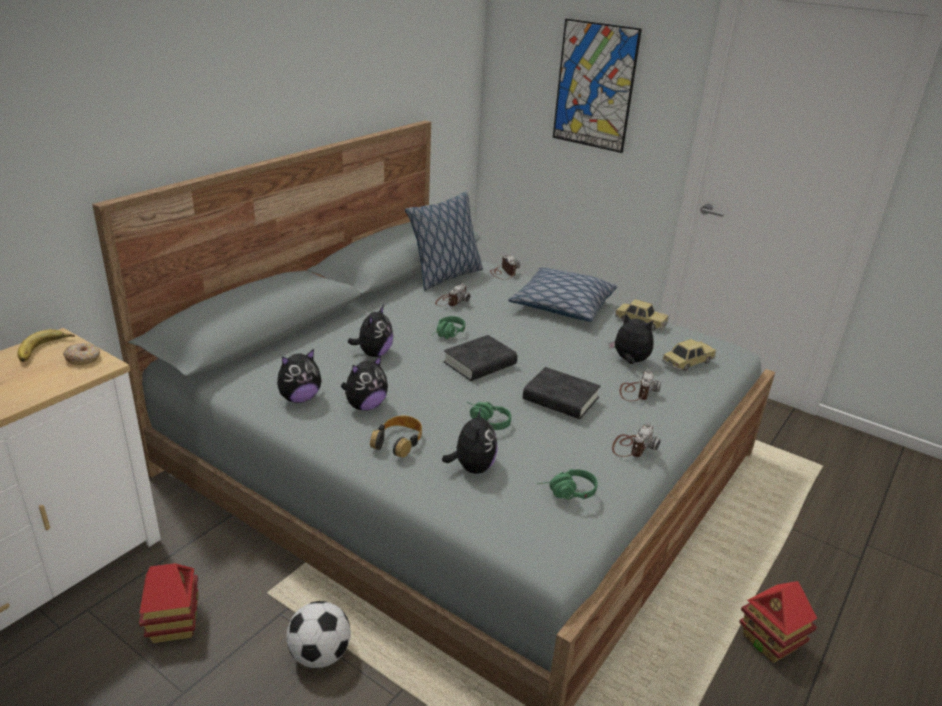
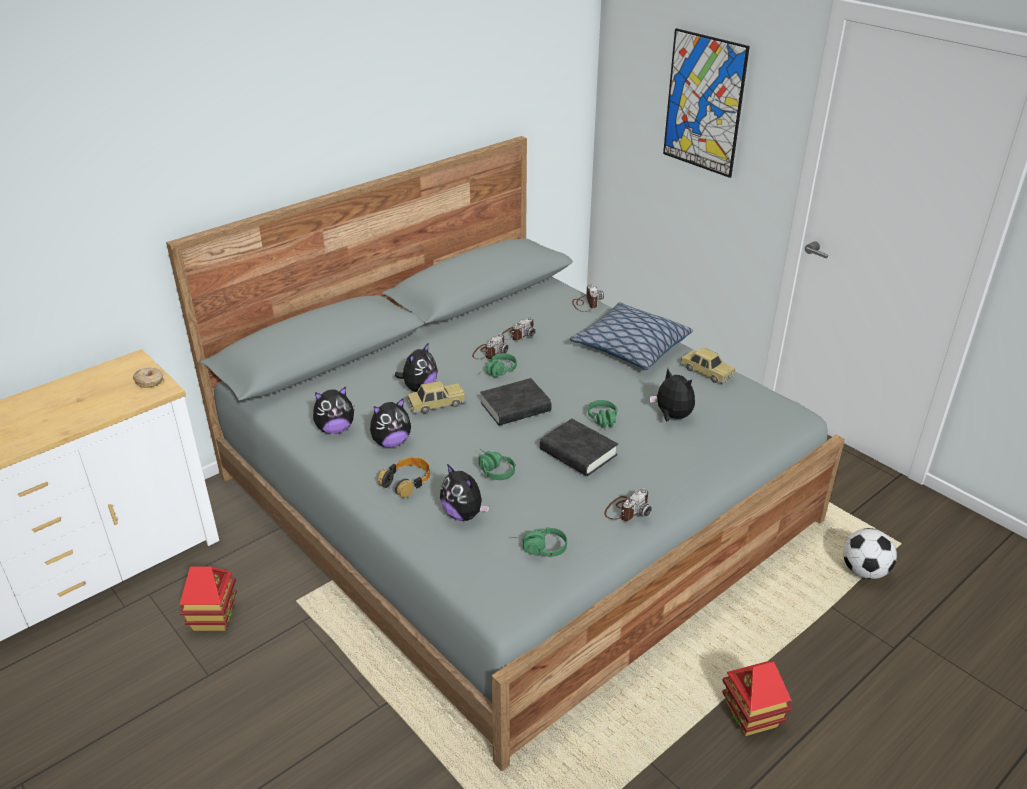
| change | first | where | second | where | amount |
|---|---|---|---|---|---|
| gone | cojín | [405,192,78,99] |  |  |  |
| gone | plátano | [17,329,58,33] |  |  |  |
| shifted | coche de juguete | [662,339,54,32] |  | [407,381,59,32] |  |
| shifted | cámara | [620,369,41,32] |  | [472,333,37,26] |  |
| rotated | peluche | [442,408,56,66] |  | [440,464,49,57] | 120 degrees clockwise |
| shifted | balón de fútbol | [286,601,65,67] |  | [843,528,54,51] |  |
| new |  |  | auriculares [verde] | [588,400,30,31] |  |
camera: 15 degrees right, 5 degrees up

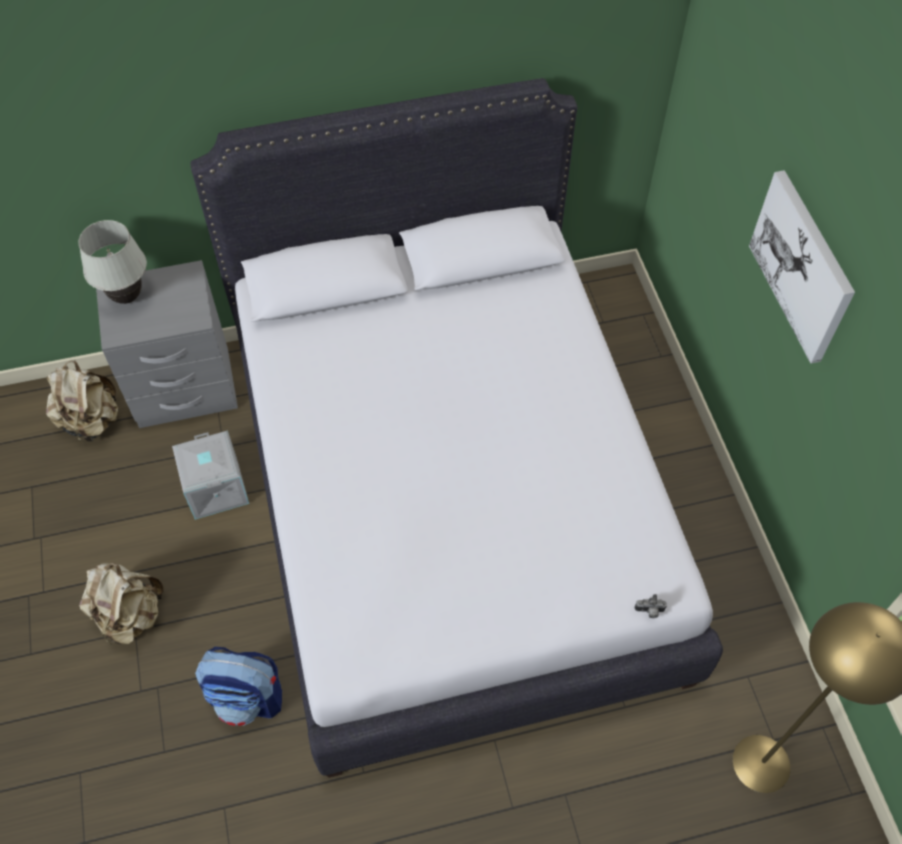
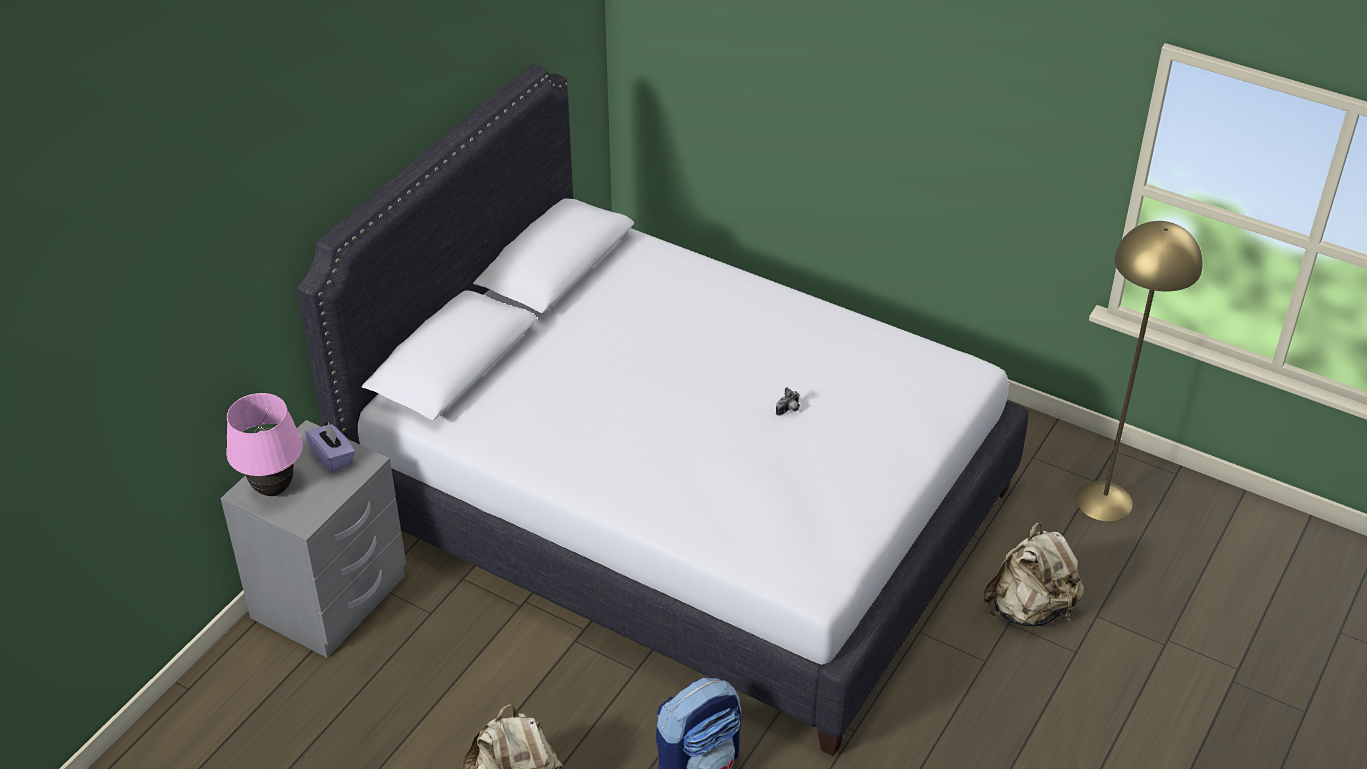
| change | first | where | second | where | amount |
|---|---|---|---|---|---|
| gone | cuadro | [749,170,106,194] |  |  |  |
| repainted | lámpara de mesa [blanco] | [78,220,69,84] | lámpara de mesa [rosa] | [226,393,77,103] |  |
| shifted | mochila [beis] | [46,361,72,82] |  | [983,522,101,104] |  |
| gone | caja de almacenaje [gris] | [172,430,77,90] |  |  |  |
| shifted | cámara | [635,594,32,24] |  | [776,387,24,29] |  |
| new |  |  | caja de pañuelos [morado] | [305,422,50,51] |  |
camera: 45 degrees left, 15 degrees down

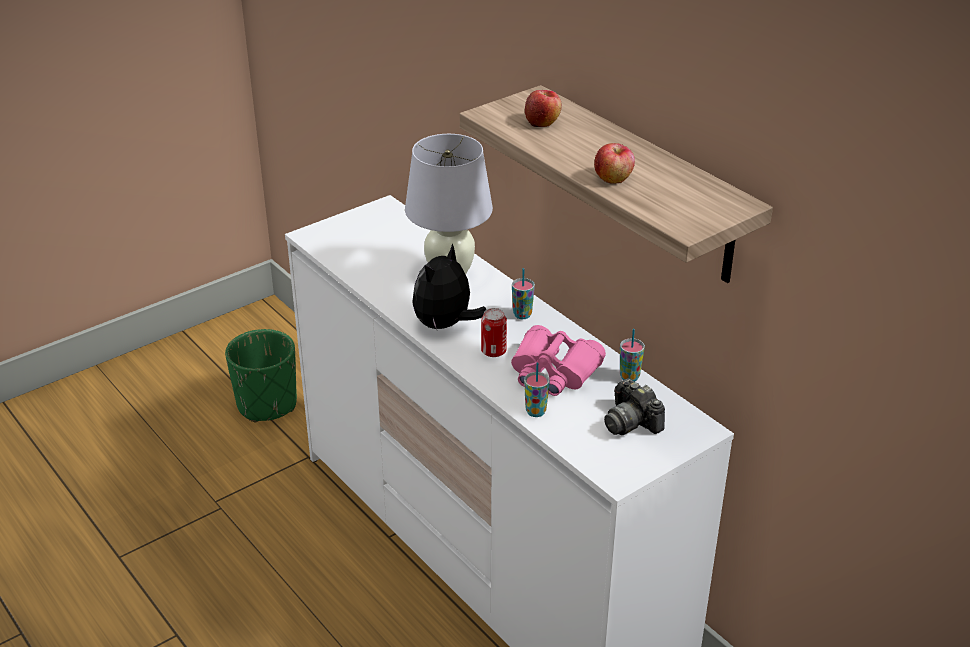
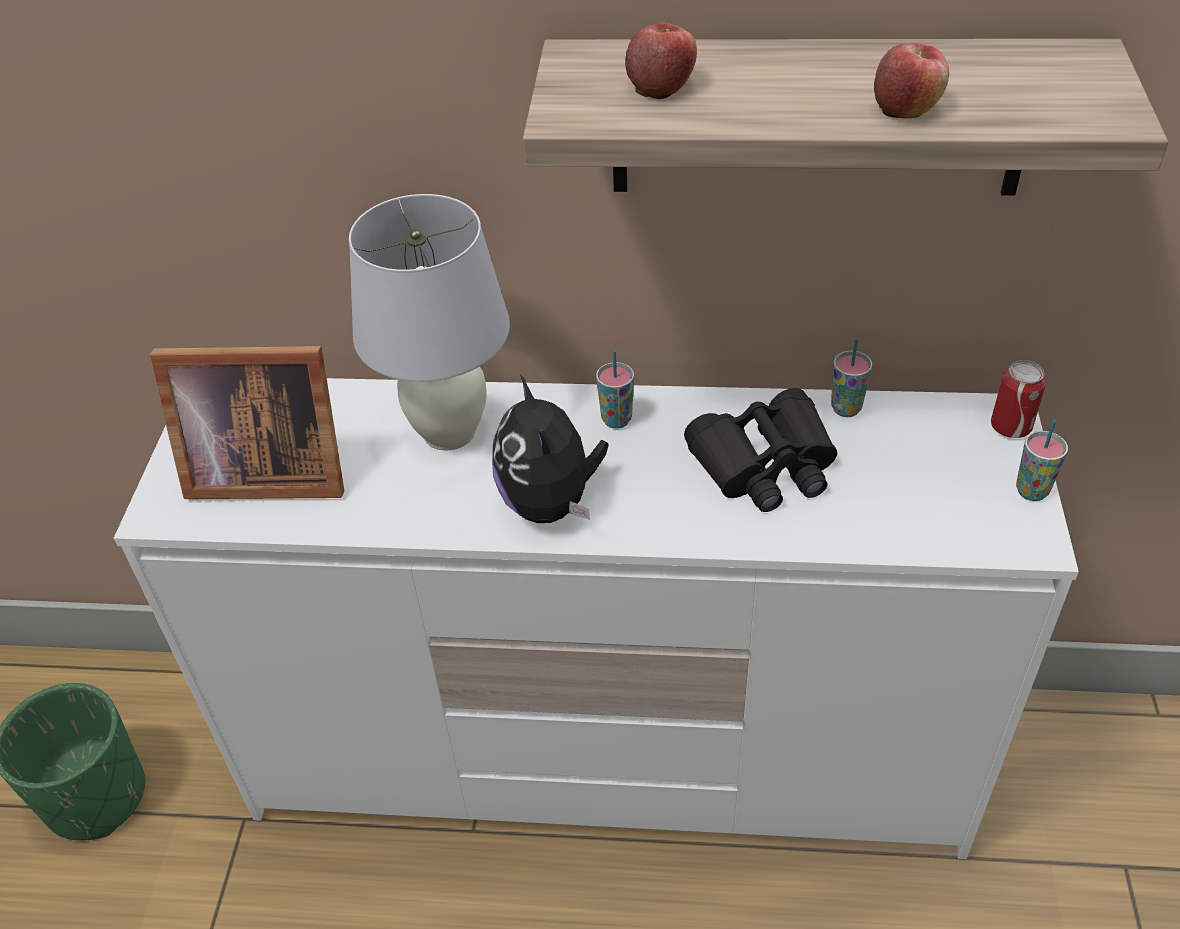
| change | first | where | second | where | amount |
|---|---|---|---|---|---|
| shifted | lata | [481,308,26,49] |  | [991,360,55,78] |  |
| repainted | prismáticos [rosa] | [511,325,95,71] | prismáticos [negro] | [684,388,153,124] |  |
| shifted | taza | [524,363,26,54] |  | [1016,420,52,81] |  |
| gone | cámara | [604,378,61,57] |  |  |  |
| new |  |  | portarretratos | [149,346,195,153] |  |
camera: 45 degrees left, 10 degrees up

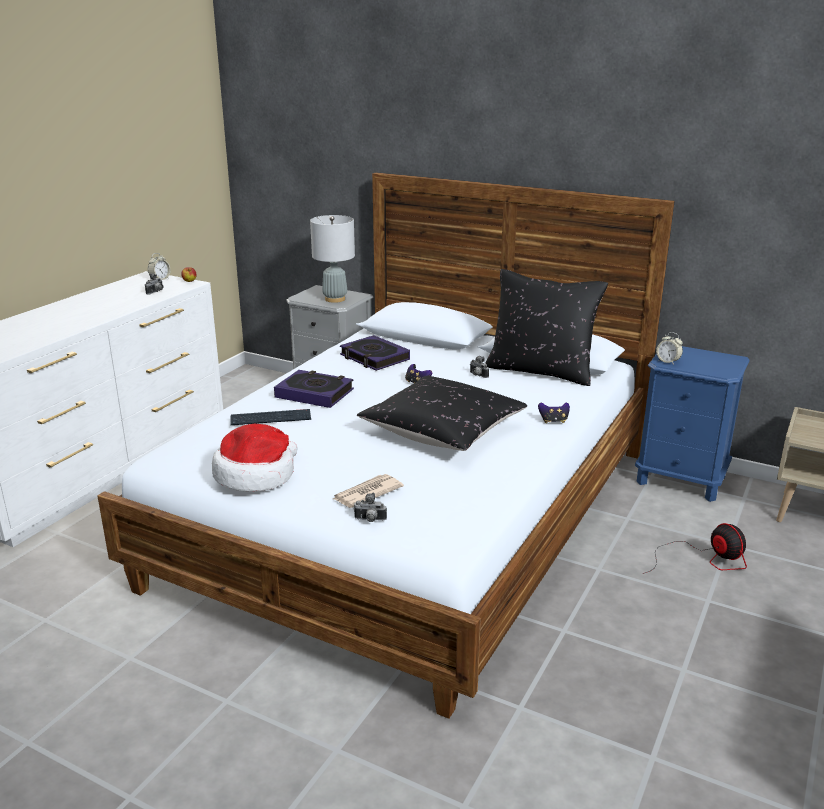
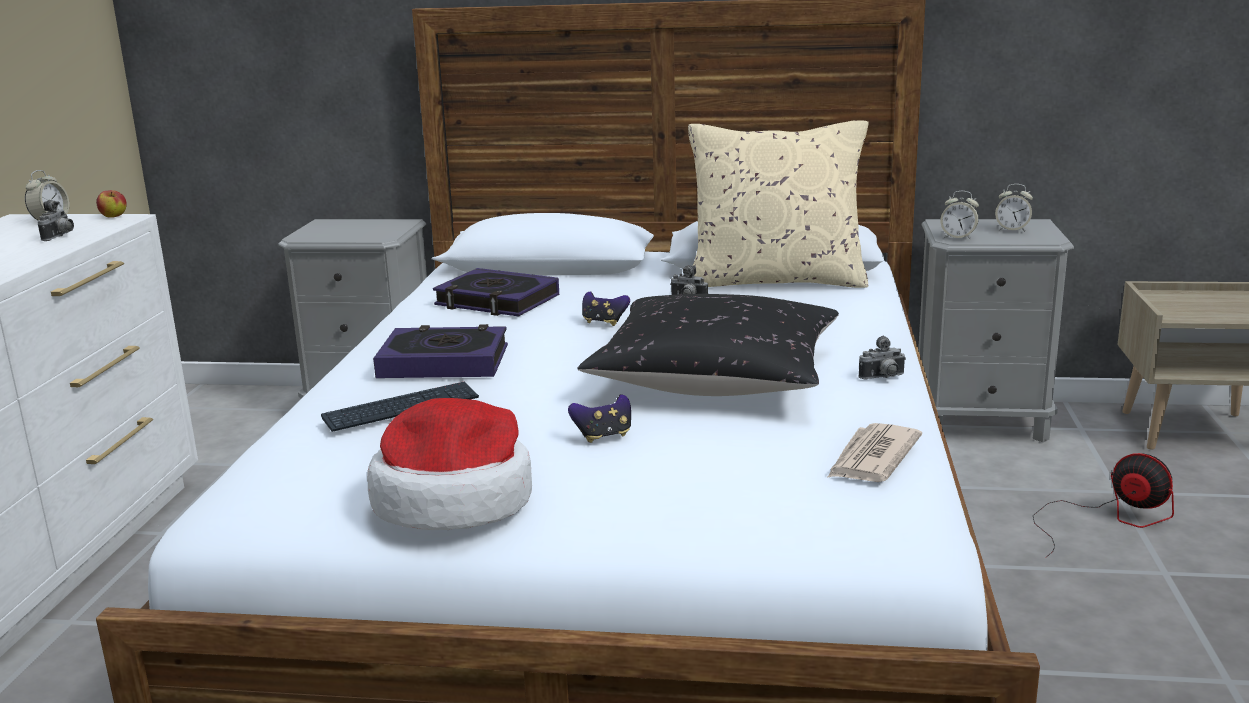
| change | first | where | second | where | amount |
|---|---|---|---|---|---|
| gone | lámpara de mesa [gris] | [310,215,45,88] |  |  |  |
| repainted | cojín [negro] | [485,269,123,117] | cojín [beis] | [688,120,180,168] |  |
| repainted | mesita de noche [azul] | [635,346,115,156] | mesita de noche [gris] | [918,219,156,223] |  |
| shifted | mando de consola | [538,402,32,21] |  | [568,394,63,49] |  |
| shifted | periódico | [333,474,71,34] |  | [827,423,95,59] |  |
| shifted | cámara | [354,493,33,29] |  | [858,336,48,44] |  |
| new |  |  | despertador | [995,184,38,47] |  |
camera: 20 degrees left, 5 degrees down

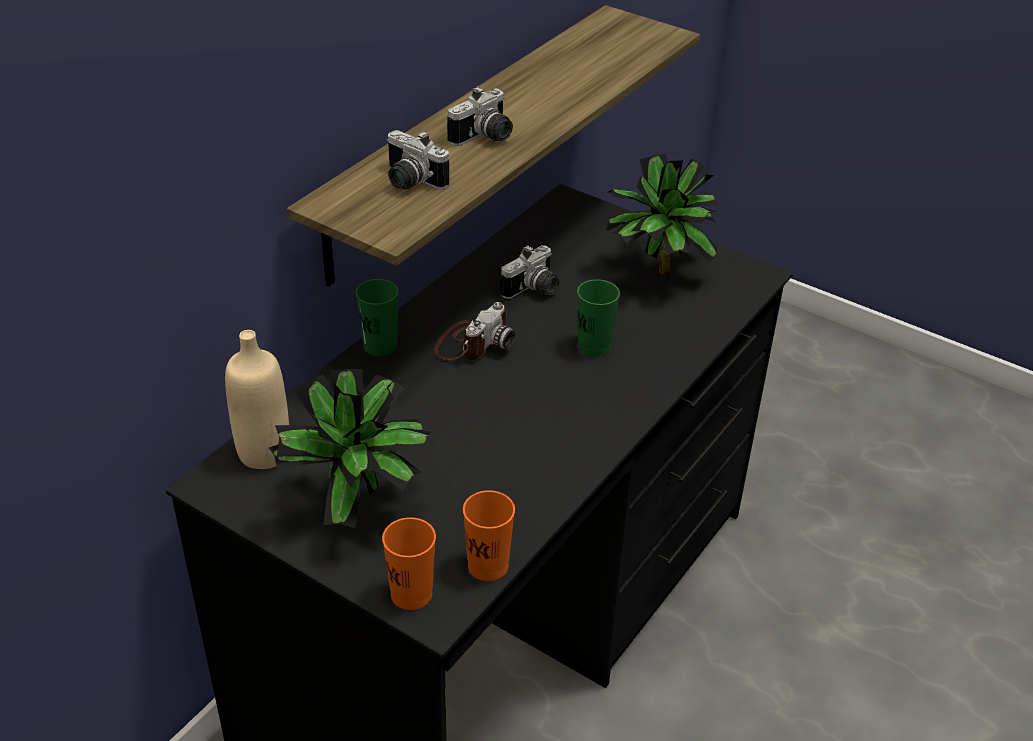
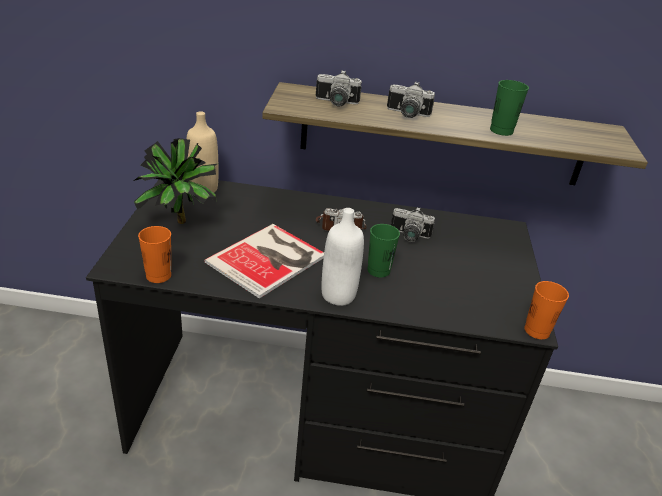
| change | first | where | second | where | amount |
|---|---|---|---|---|---|
| rotated | cámara | [386,130,63,60] |  | [316,70,46,36] | 90 degrees counterclockwise |
| gone | planta en maceta | [605,153,114,122] |  |  |  |
| shifted | taza [verde] | [355,279,44,77] |  | [490,80,39,56] |  |
| shifted | taza [naranja] | [382,517,54,93] |  | [524,281,45,58] |  |
| new |  |  | botella [blanco] | [321,208,43,98] |  |
| new |  |  | libro | [204,224,120,75] |  |
camera: 60 degrees right, 5 degrees down

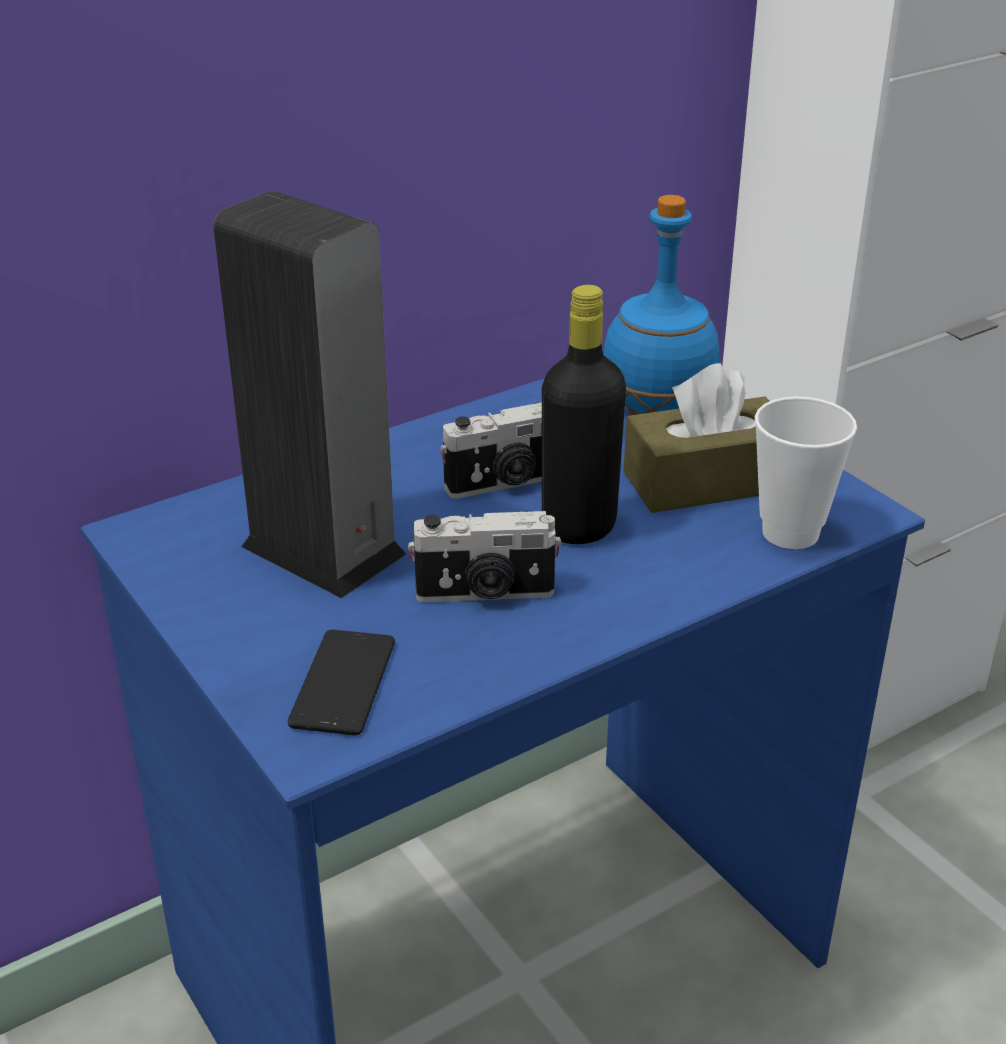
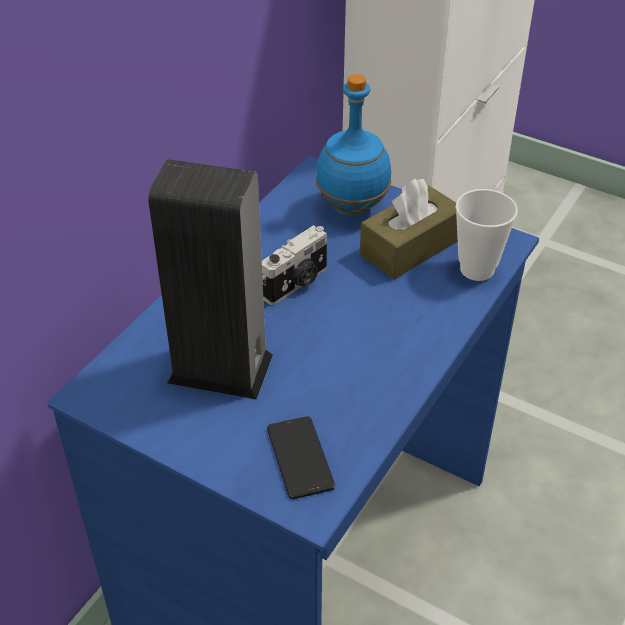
| change | first | where | second | where | amount |
|---|---|---|---|---|---|
| gone | botella [negro] | [542,285,84,259] |  |  |  |
| gone | cámara | [408,511,153,91] |  |  |  |
camera: 25 degrees left, 10 degrees up

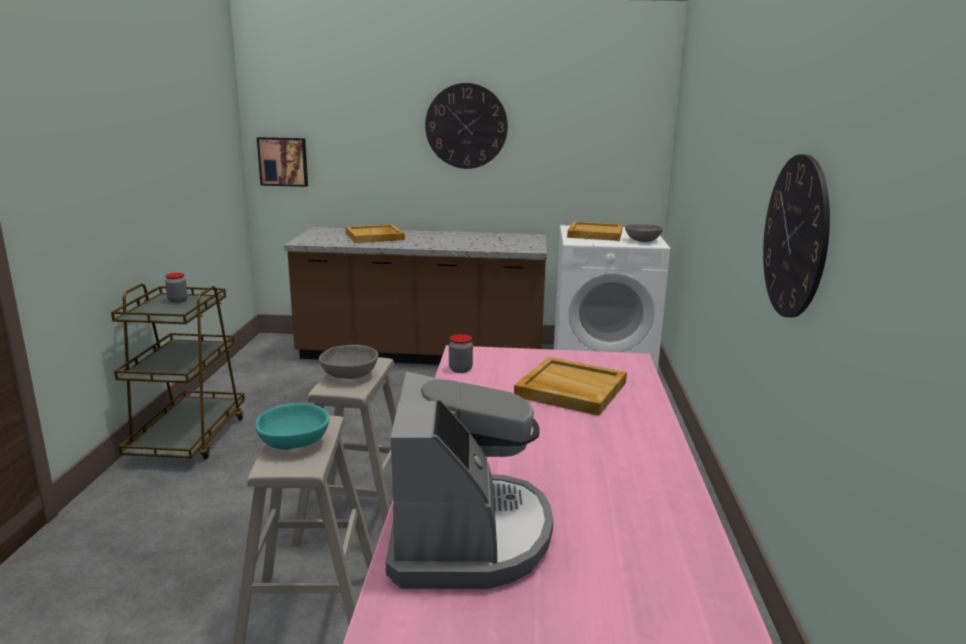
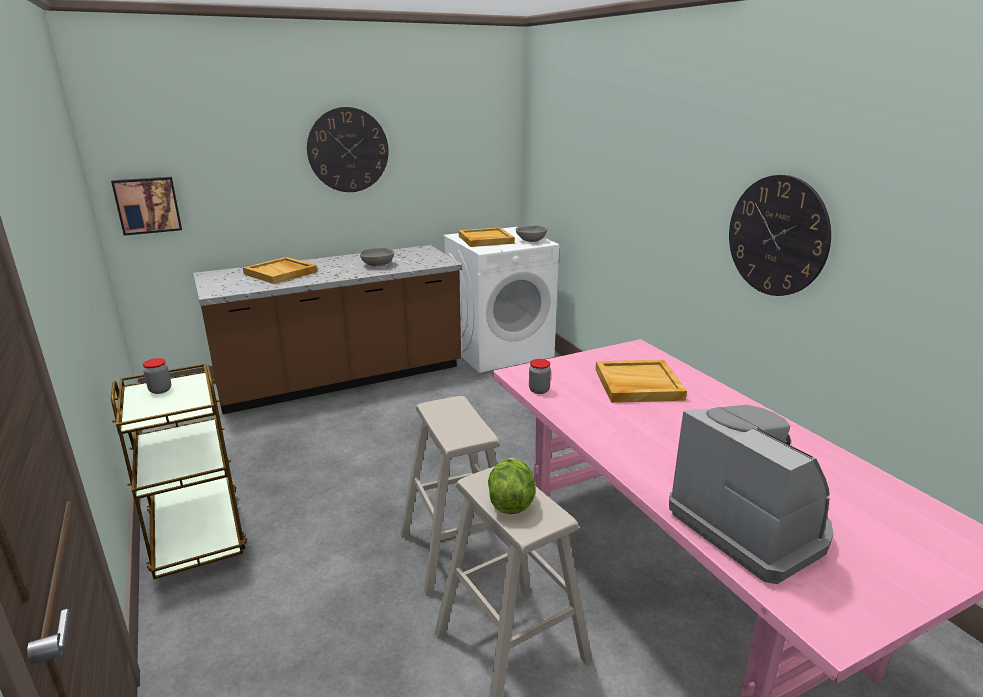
| change | first | where | second | where | amount |
|---|---|---|---|---|---|
| shifted | cuenco [gris] | [319,345,59,34] |  | [360,248,34,18] |  |
| swapped | cuenco [turquesa] | [255,403,74,47] | lechuga | [488,458,48,56] |  |
camera: 30 degrees left, 5 degrees up

